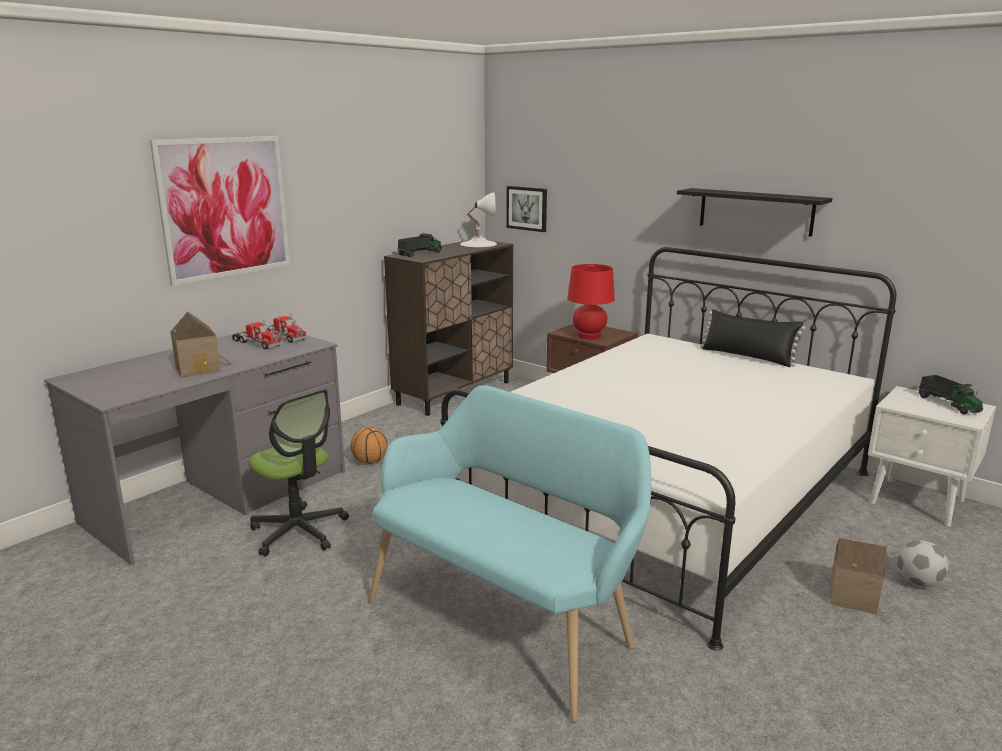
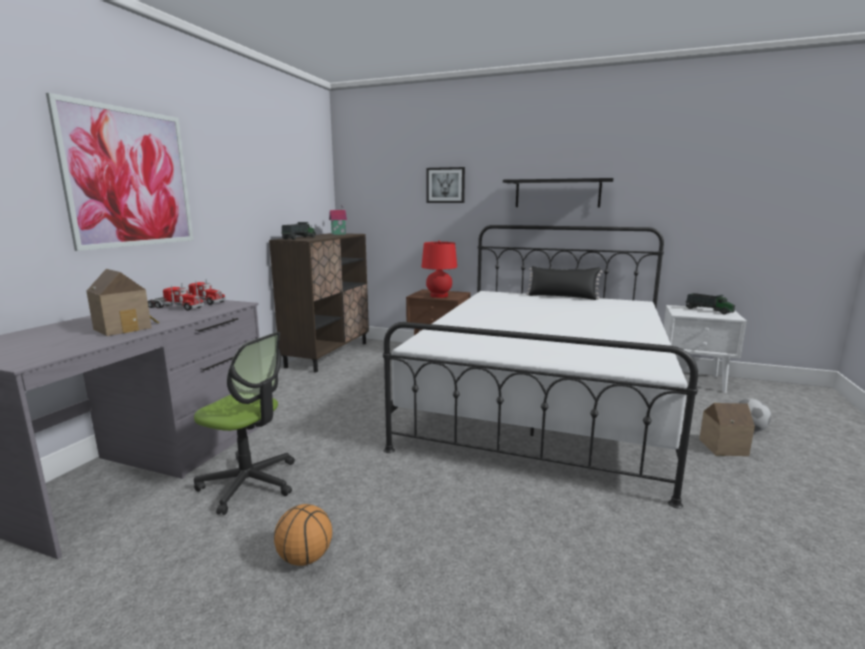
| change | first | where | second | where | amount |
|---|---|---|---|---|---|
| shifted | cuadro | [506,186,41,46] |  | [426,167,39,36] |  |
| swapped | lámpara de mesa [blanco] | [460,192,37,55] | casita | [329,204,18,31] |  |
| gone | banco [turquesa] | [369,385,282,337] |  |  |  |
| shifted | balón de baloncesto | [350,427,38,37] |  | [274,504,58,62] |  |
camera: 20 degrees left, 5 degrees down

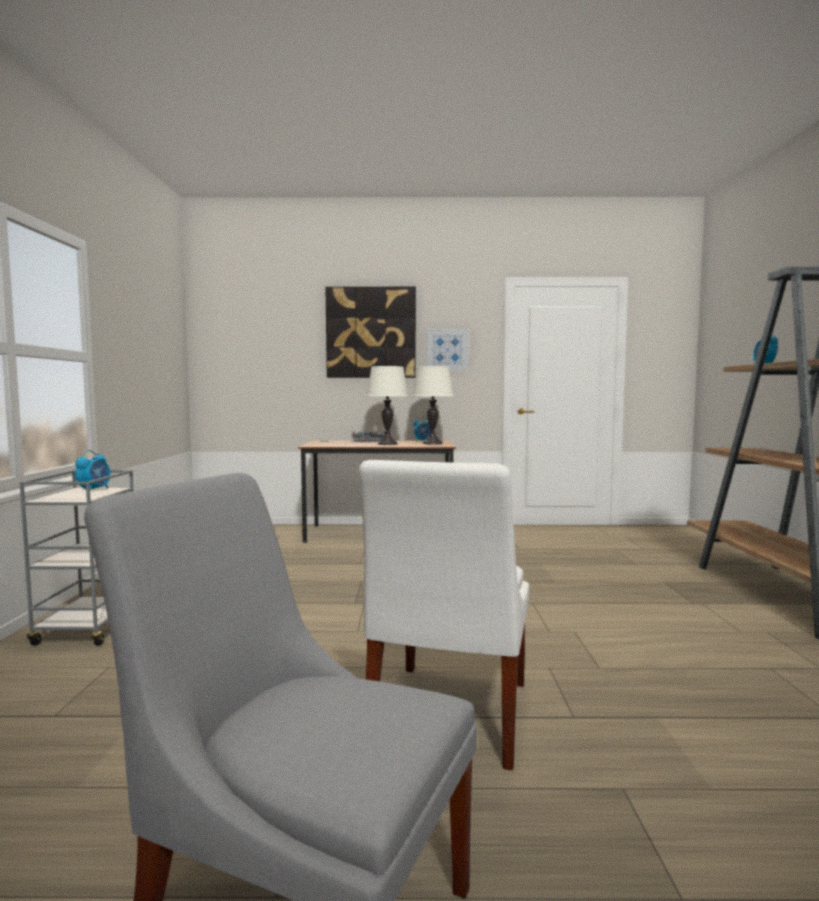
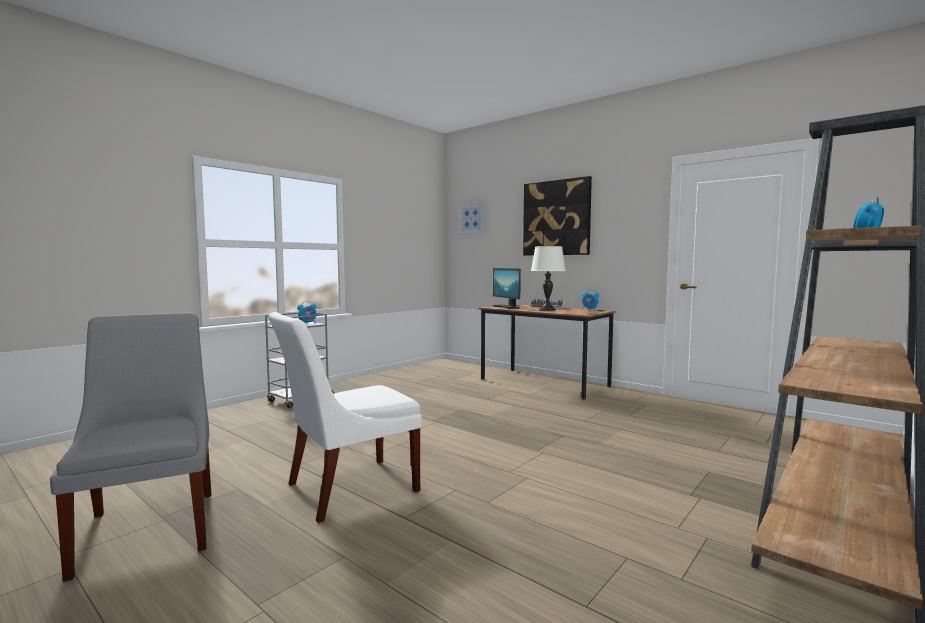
| change | first | where | second | where | amount |
|---|---|---|---|---|---|
| shifted | cuadro | [427,328,42,43] |  | [459,202,25,32] |  |
| gone | lámpara de mesa [blanco] | [412,366,42,79] |  |  |  |
| new |  |  | monitor | [493,268,28,41] |  |
camera: 40 degrees right, 0 degrees up

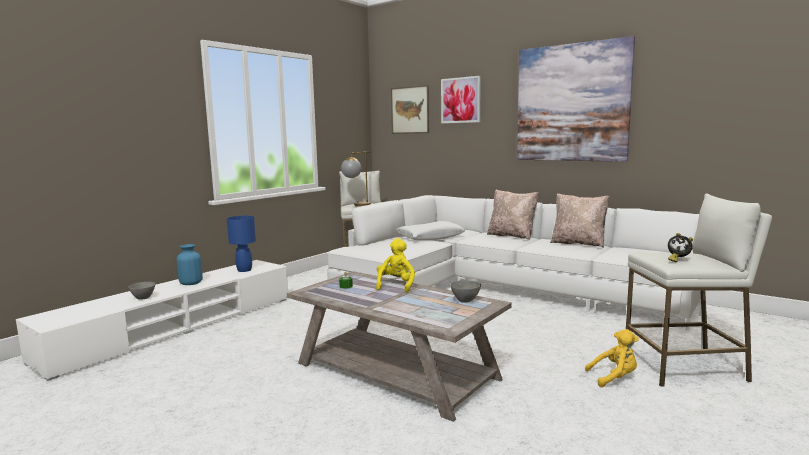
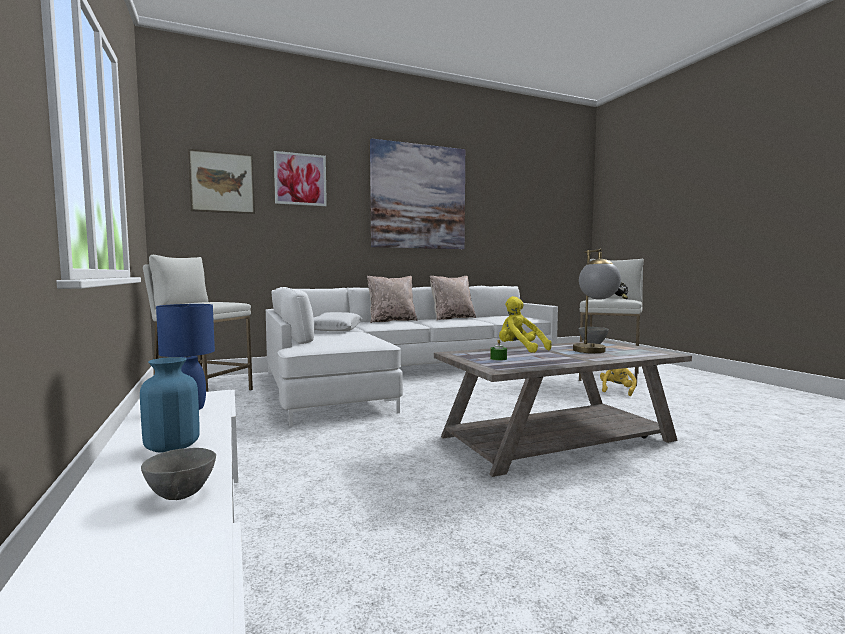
| change | first | where | second | where | amount |
|---|---|---|---|---|---|
| shifted | lámpara de mesa | [341,151,30,56] |  | [573,249,48,104] |  |
camera: 60 degrees left, 5 degrees down

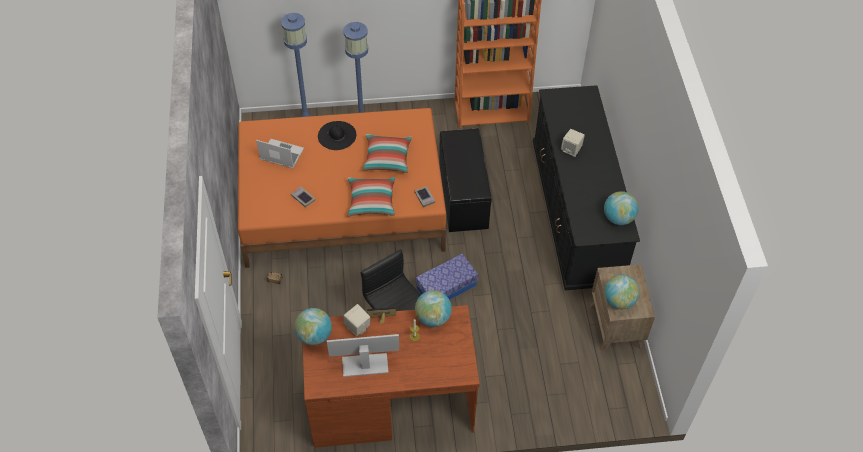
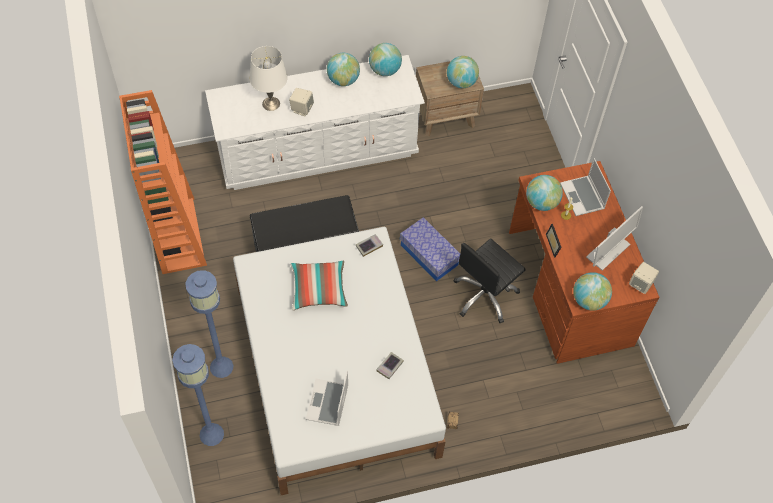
| change | first | where | second | where | amount |
|---|---|---|---|---|---|
| repainted | cómoda [negro] | [533,85,107,205] | cómoda [blanco] | [205,55,220,135] |  |
| repainted | cama [naranja] | [238,108,208,160] | cama [blanco] | [233,227,213,268] |  |
| gone | sombrero [negro] | [318,121,38,29] |  |  |  |
| gone | cojín | [347,177,48,39] |  |  |  |
| shifted | altavoz [beis] | [344,304,26,32] |  | [629,262,30,32] |  |
| rotated | monitor | [327,334,72,43] |  | [586,206,57,64] | 120 degrees counterclockwise |
| new |  |  | lámpara de mesa [blanco] | [250,46,38,65] |  |
| new |  |  | globo terráqueo | [327,53,33,33] |  |
| new |  |  | portátil | [560,158,51,58] |  |
camera: 100 degrees left, 5 degrees up

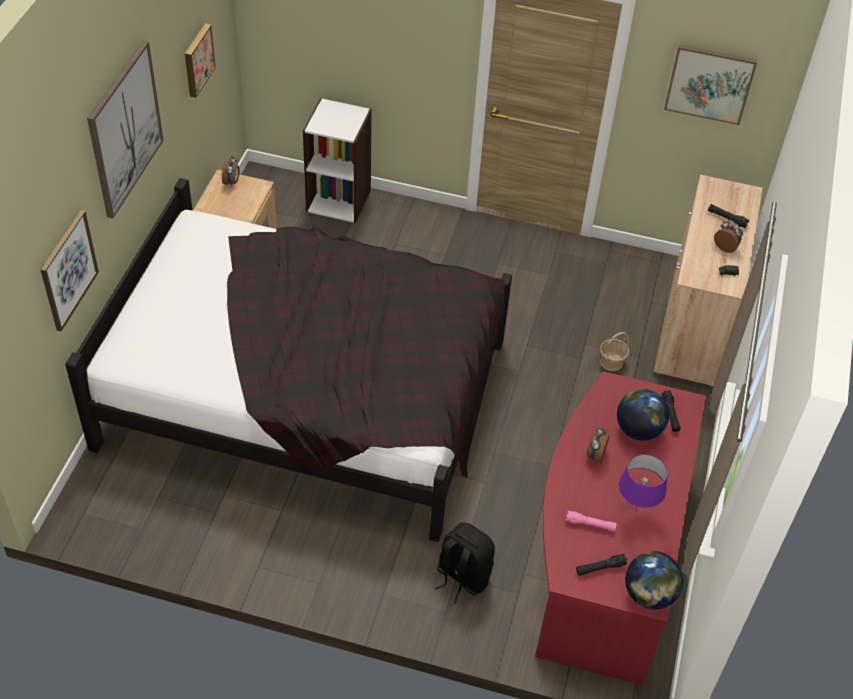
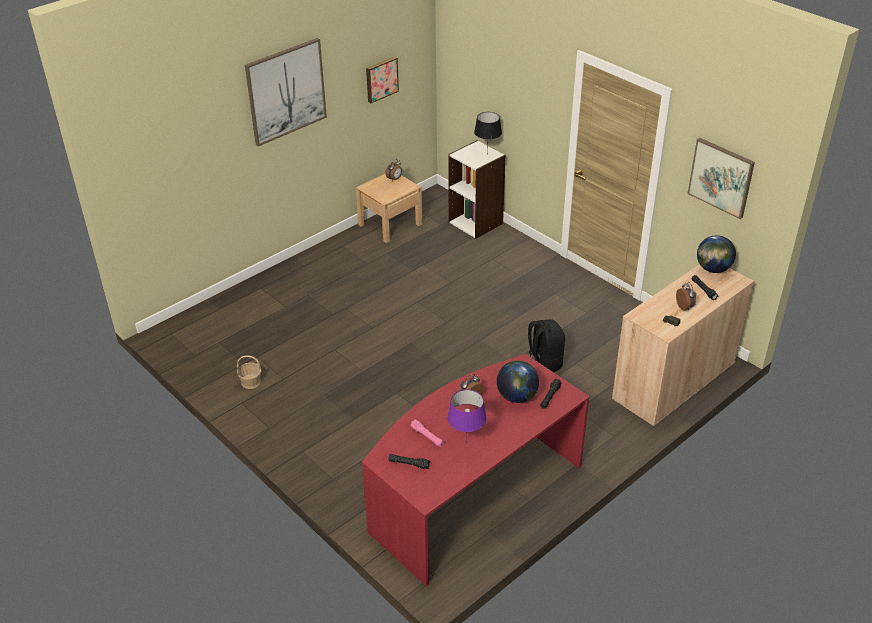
| change | first | where | second | where | amount |
|---|---|---|---|---|---|
| gone | cama [negro] | [65,178,447,364] |  |  |  |
| gone | cuadro | [40,210,59,121] |  |  |  |
| shifted | cesta | [600,332,29,39] |  | [237,355,24,34] |  |
| shifted | mochila [negro] | [435,523,60,81] |  | [528,319,37,53] |  |
| shifted | globo terráqueo | [625,551,58,58] |  | [697,235,39,38] |  |
| new |  |  | lámpara de mesa [negro] | [474,112,28,42] |  |
camera: 35 degrees right, 10 degrees down

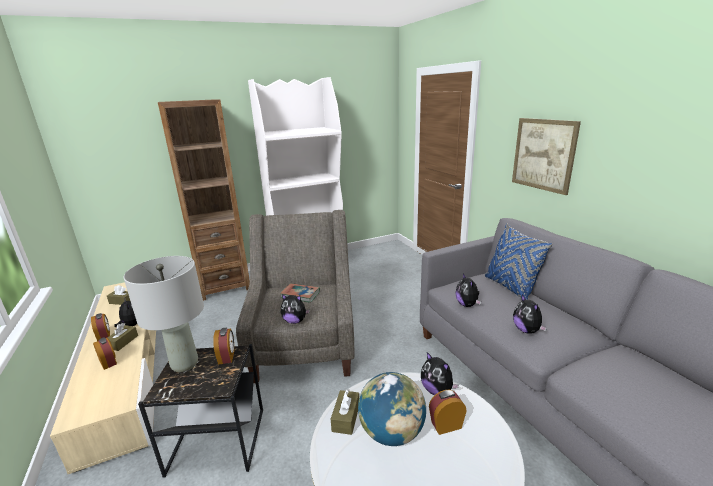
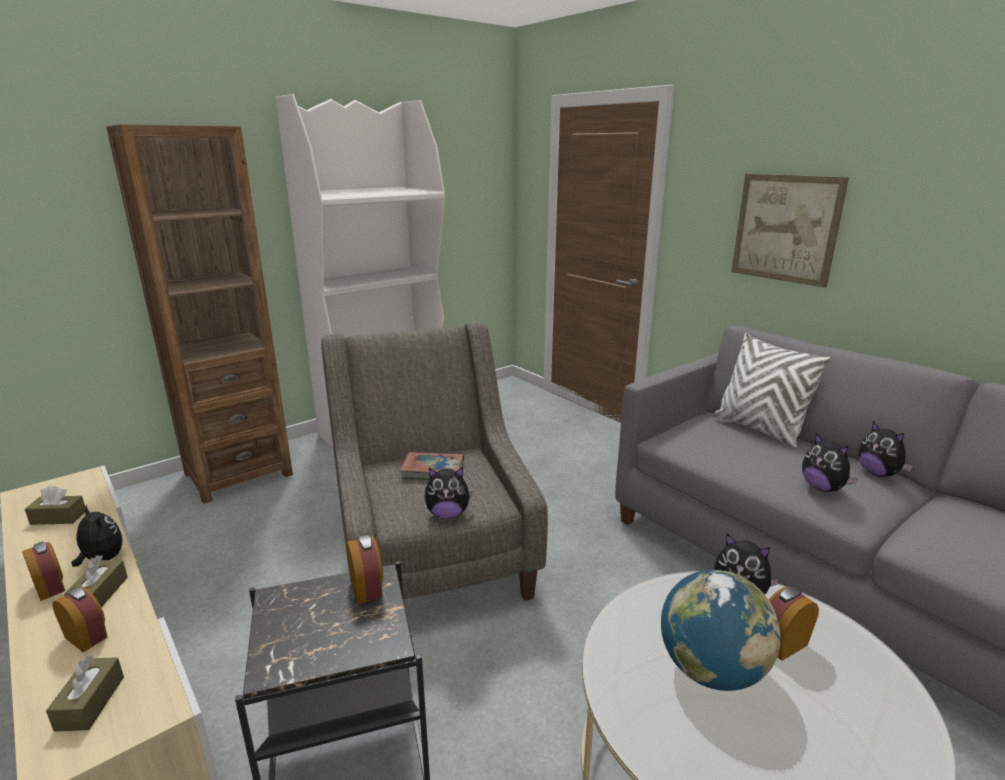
| change | first | where | second | where | amount |
|---|---|---|---|---|---|
| repainted | cojín [azul] | [485,224,67,76] | cojín [blanco] | [714,333,117,115] |  |
| gone | lámpara de mesa [gris] | [124,256,80,116] |  |  |  |
| shifted | peluche | [456,273,25,34] |  | [858,421,55,56] |  |
| shifted | caja de pañuelos [marrón] | [331,389,28,46] |  | [46,655,78,77] |  |
camera: 15 degrees left, 0 degrees up

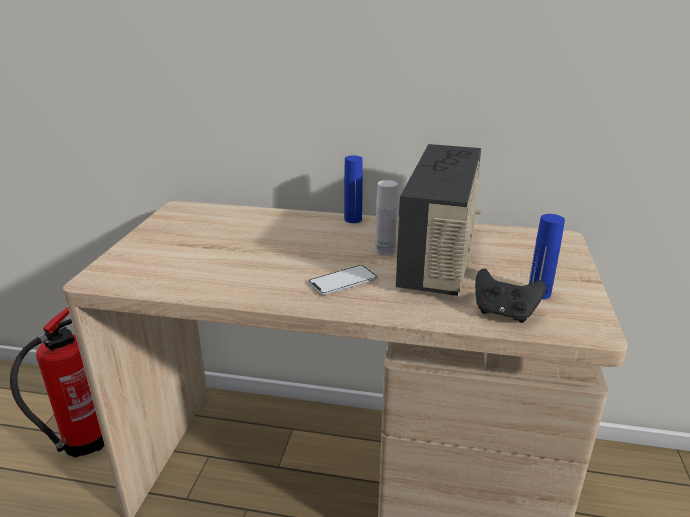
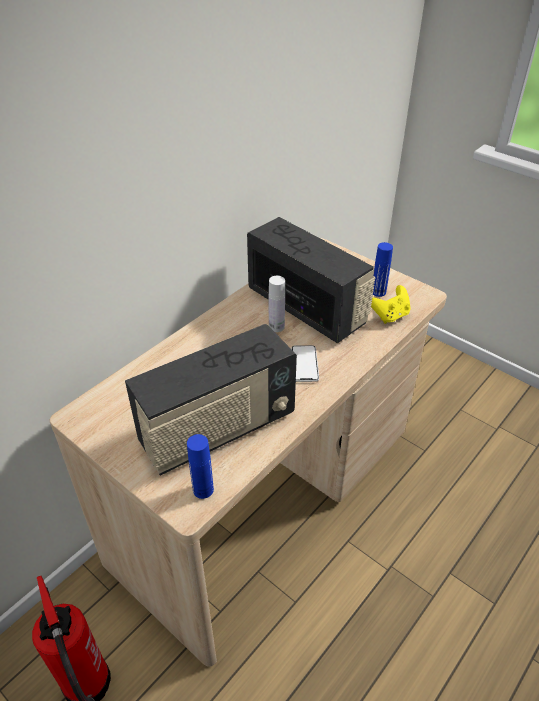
| change | first | where | second | where | amount |
|---|---|---|---|---|---|
| shifted | botella [azul] | [344,155,19,68] |  | [187,434,27,65] |  |
| repainted | mando de consola [negro] | [475,268,71,55] | mando de consola [amarillo] | [371,285,39,39] |  |
| new |  |  | radio | [125,324,172,151] |  |
camera: 60 degrees left, 15 degrees up

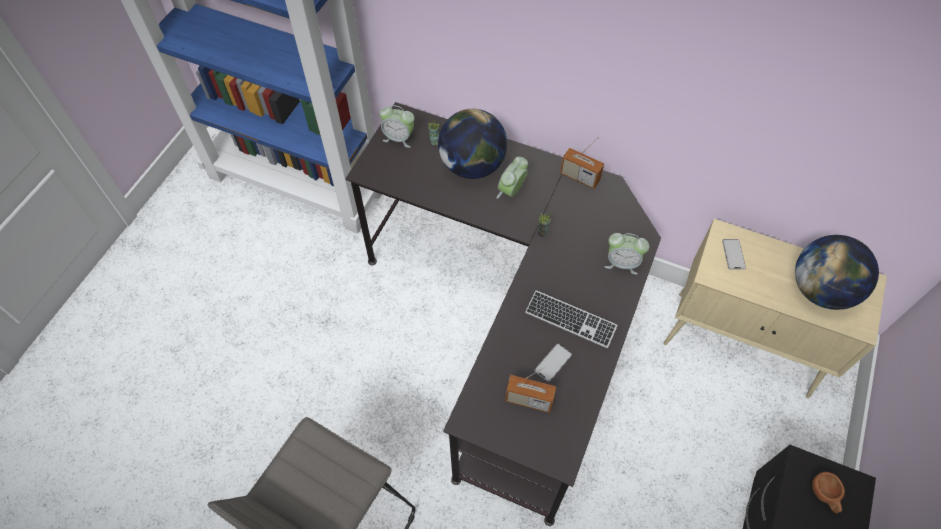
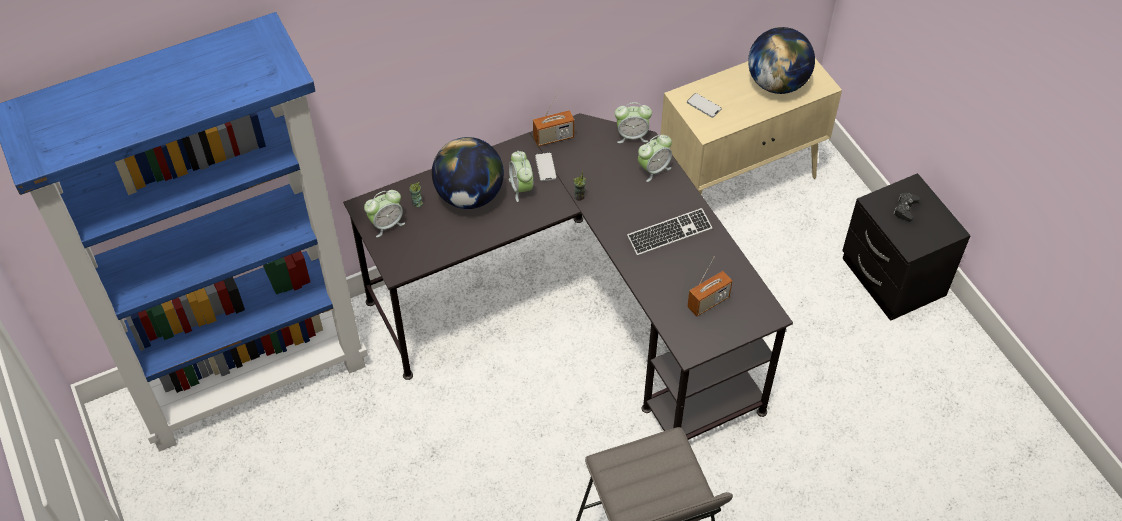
| change | first | where | second | where | amount |
|---|---|---|---|---|---|
| shifted | móvil | [535,344,37,38] |  | [535,152,22,29] |  |
| swapped | taza [marrón] | [812,472,33,41] | mando de consola [negro] | [893,193,27,29] |  |
| new |  |  | despertador | [615,102,37,41] |  |
camera: 50 degrees left, 5 degrees down

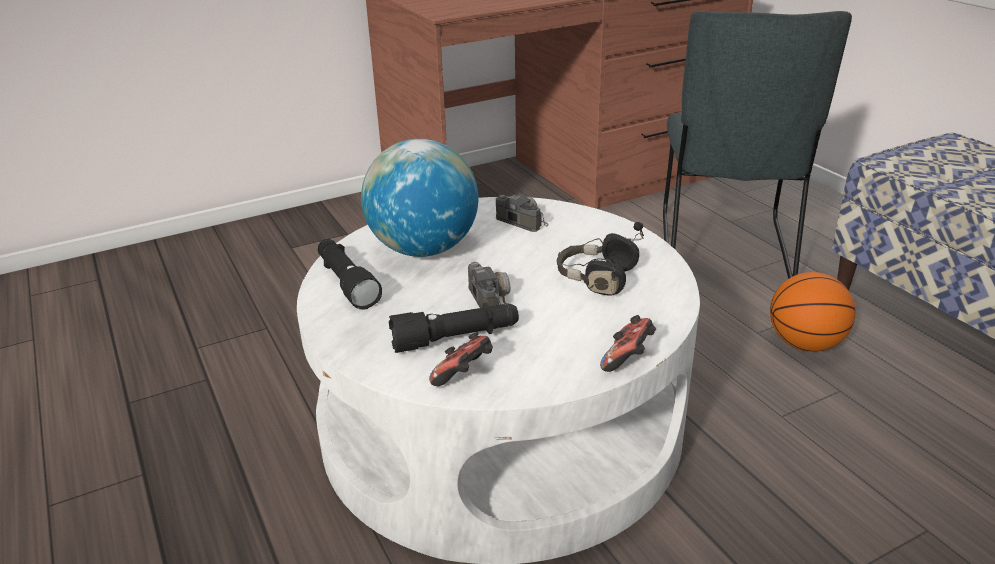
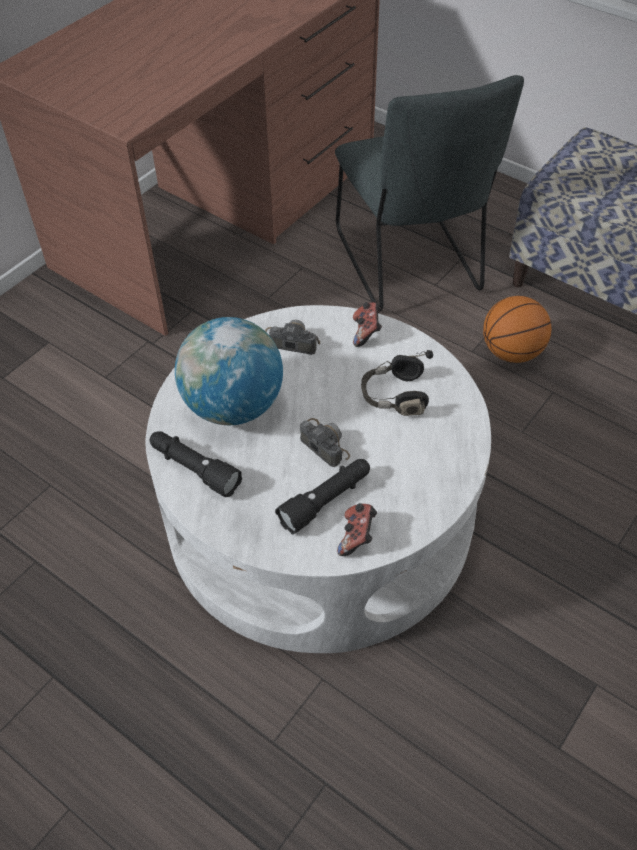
| change | first | where | second | where | amount |
|---|---|---|---|---|---|
| shifted | mando de consola | [600,315,56,57] |  | [353,302,29,45] |  |
camera: 25 degrees left, 20 degrees up

